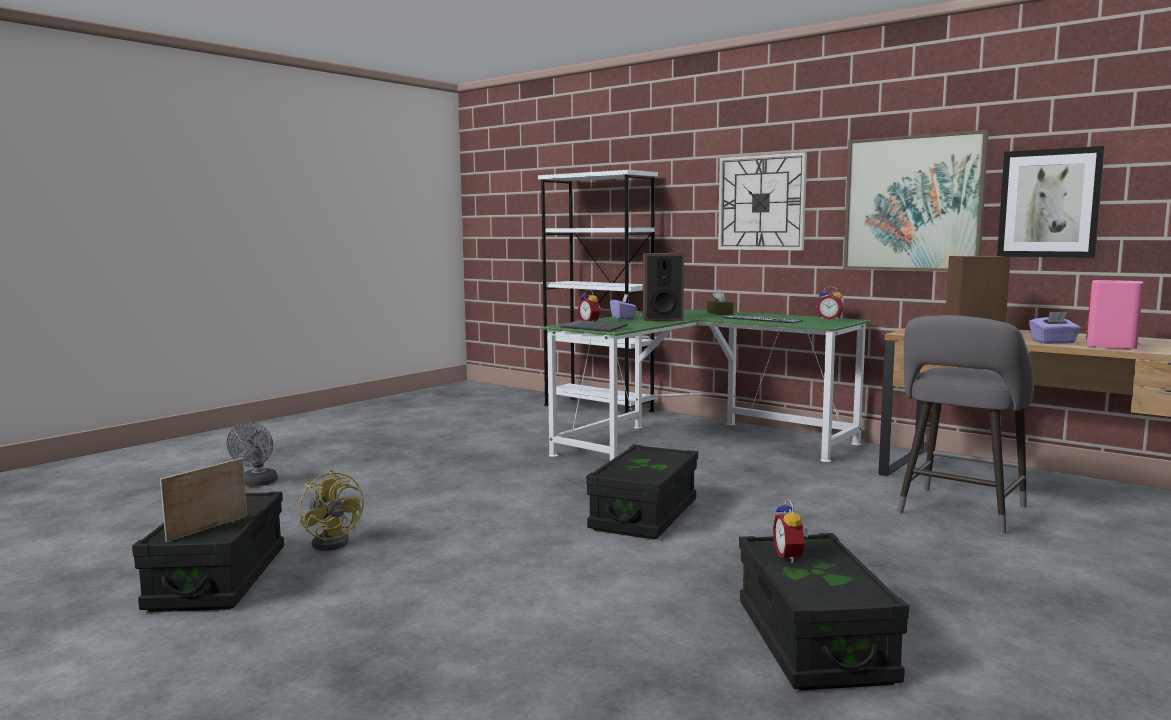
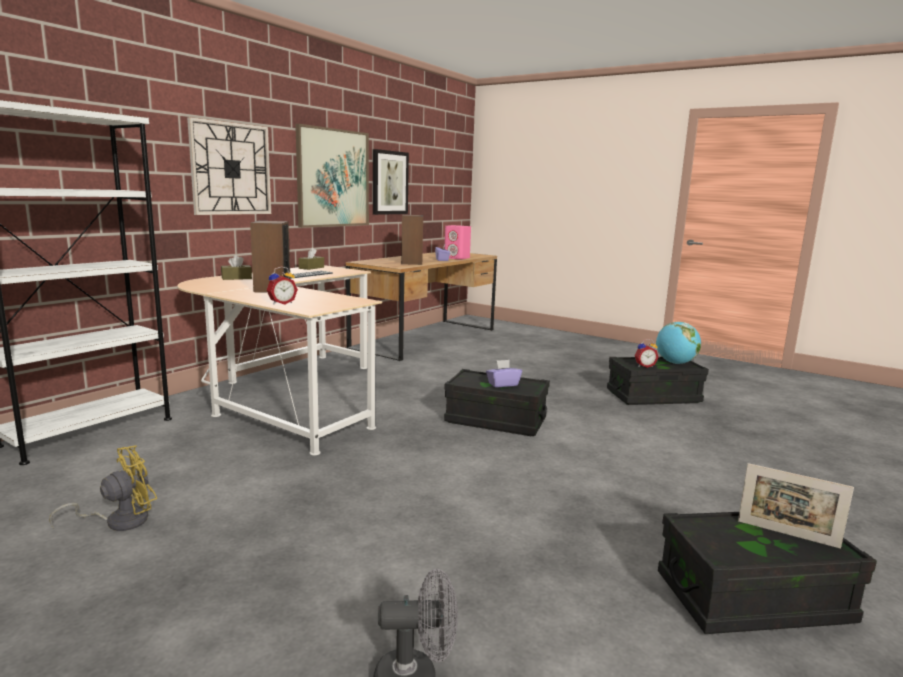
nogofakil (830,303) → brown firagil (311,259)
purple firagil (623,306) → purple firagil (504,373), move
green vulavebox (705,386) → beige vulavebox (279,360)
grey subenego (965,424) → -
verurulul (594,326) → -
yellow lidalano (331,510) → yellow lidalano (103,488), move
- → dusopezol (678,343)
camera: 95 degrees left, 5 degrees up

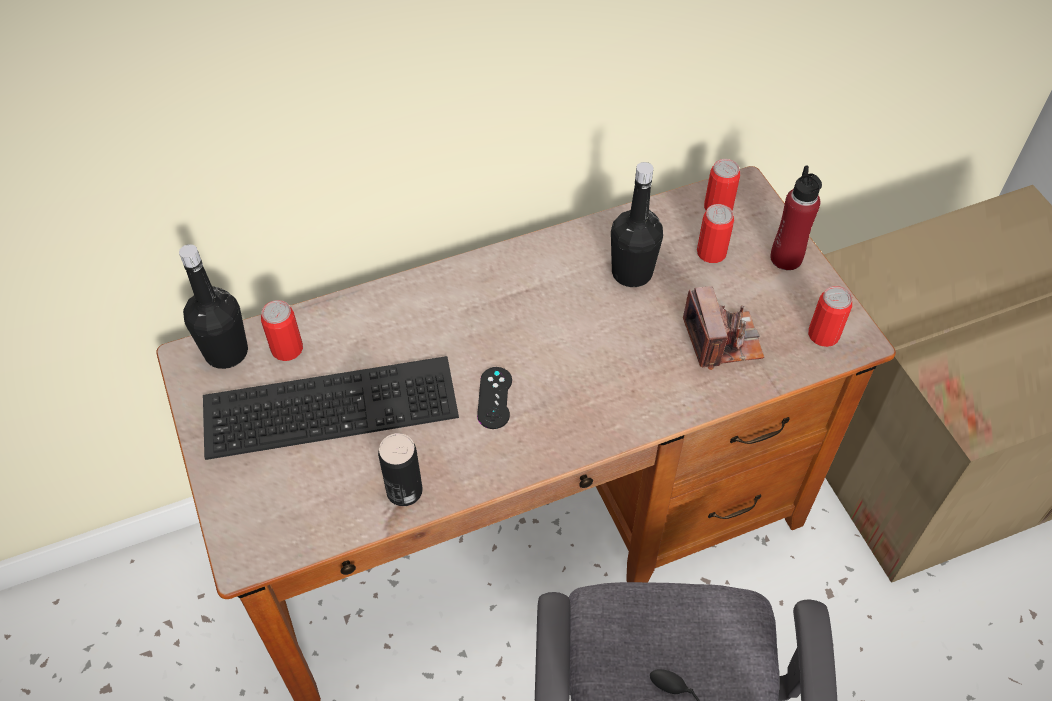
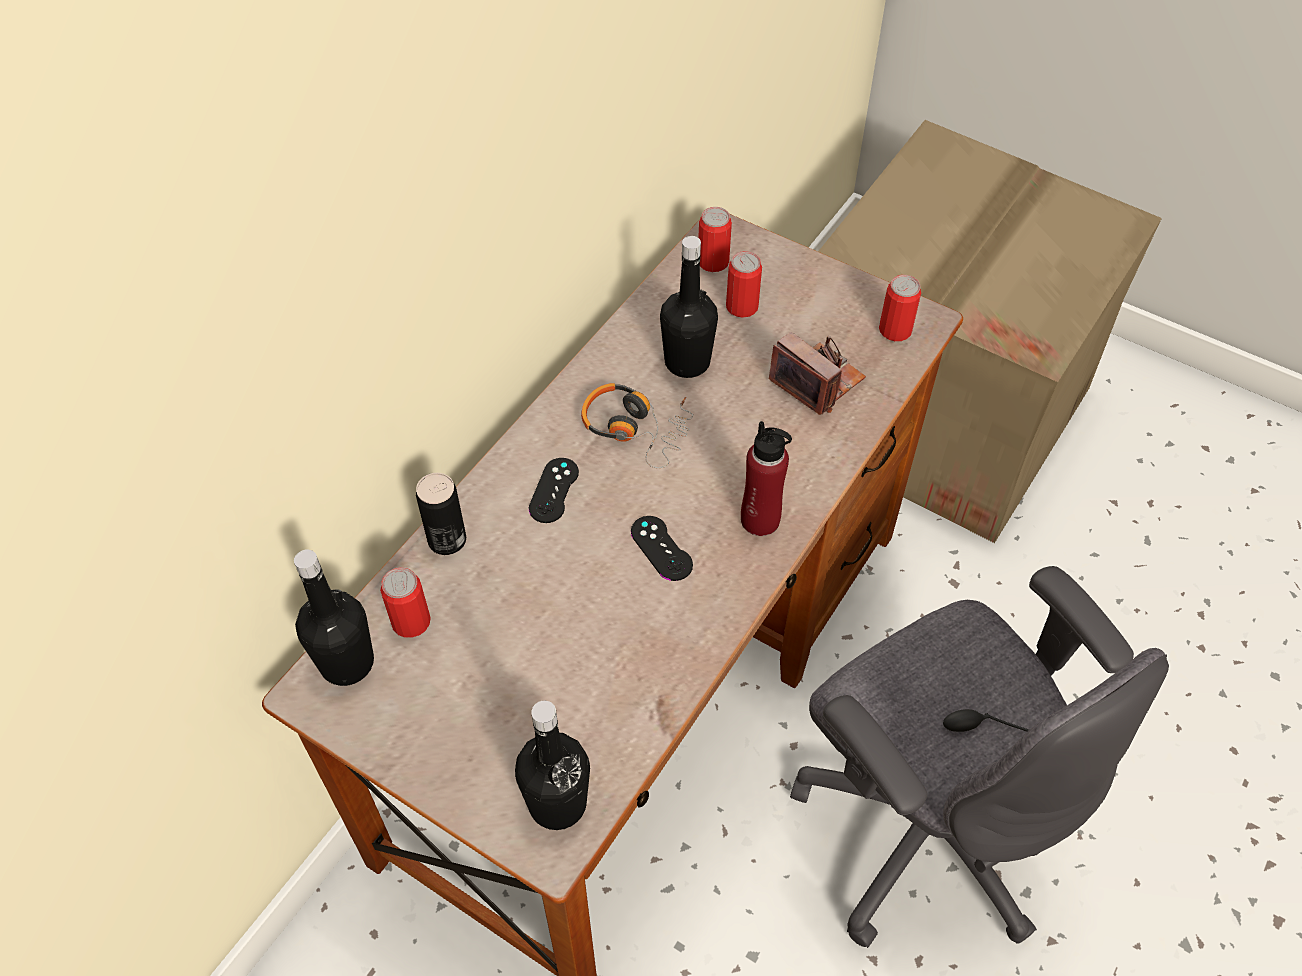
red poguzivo (796,217) → red poguzivo (766,478), move
verurulul (331,408) → -
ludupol (400,469) → ludupol (441,514), move
- → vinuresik (637,425)
- → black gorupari (554,490)
- → black poguzivo (552,765)
camera: 35 degrees left, 0 degrees up

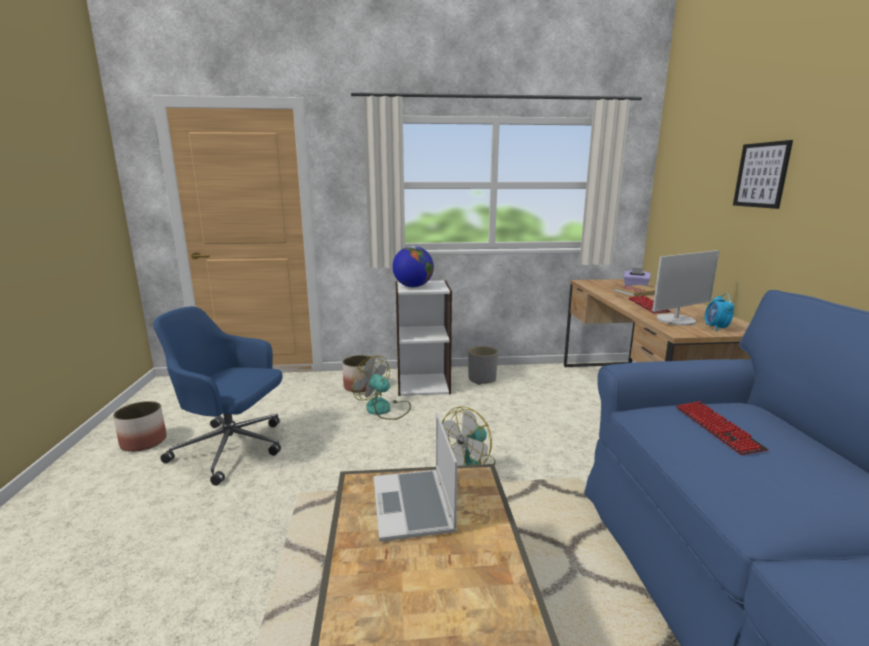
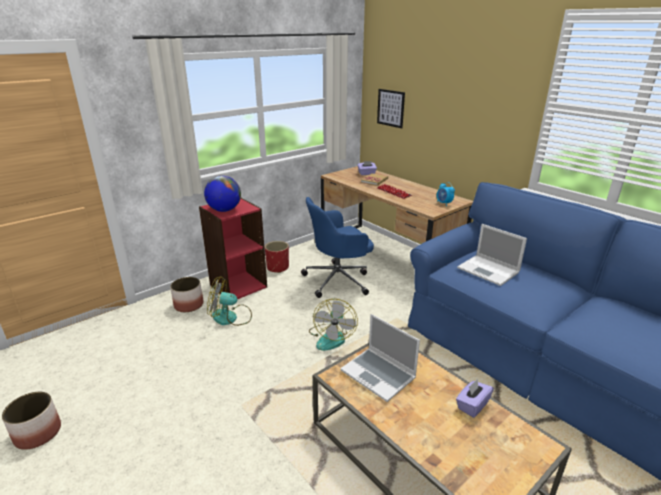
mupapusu (763,174) → mupapusu (391,108), move
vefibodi (686,288) → -
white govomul (423,338) → red govomul (233,248)
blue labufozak (217,396) → blue labufozak (337,247), move
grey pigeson (483,365) → red pigeson (277,257)
verurulul (722,428) → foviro (492,255)
- → purple firagil (475,398)
camera: 35 degrees left, 10 degrees up

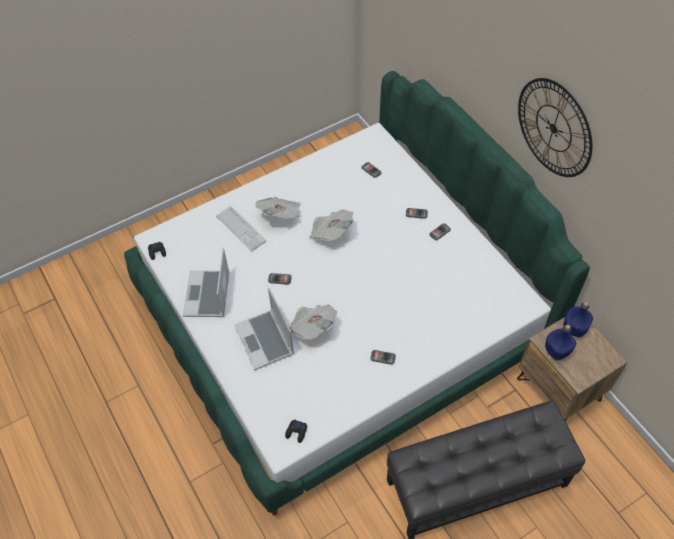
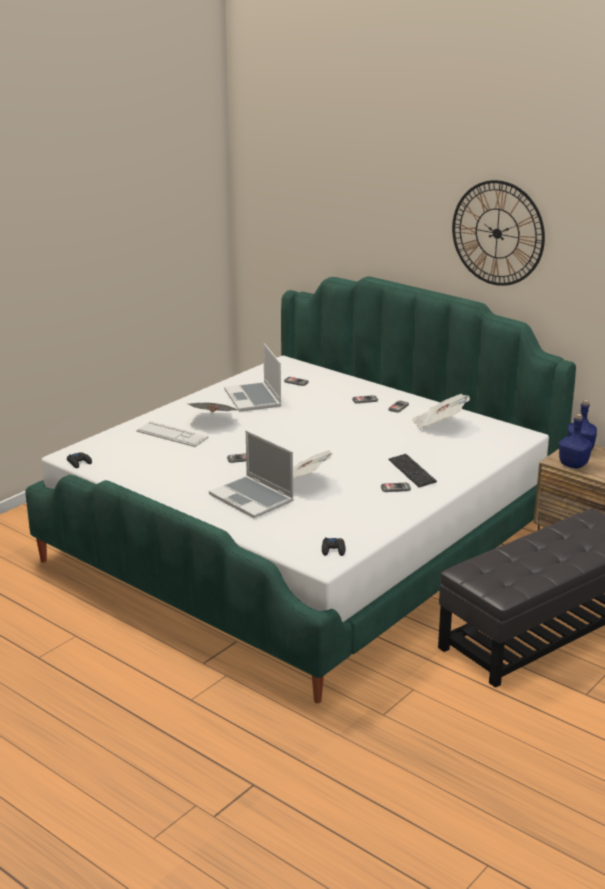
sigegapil (331,225) → sigegapil (441,411), move
foviro (206,282) → foviro (252,377), move
- → verurulul (413,470)
camera: 20 degrees left, 30 degrees down

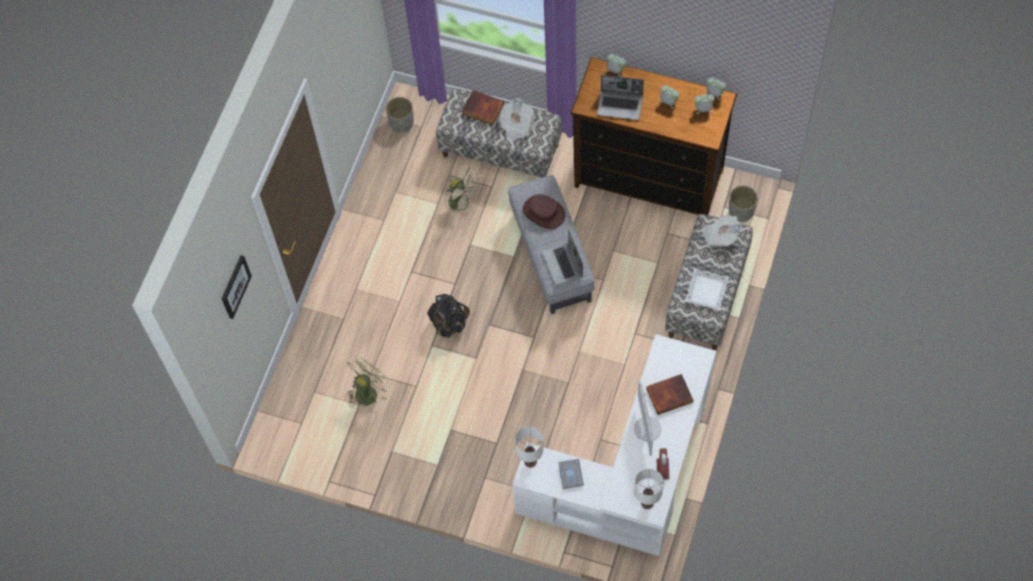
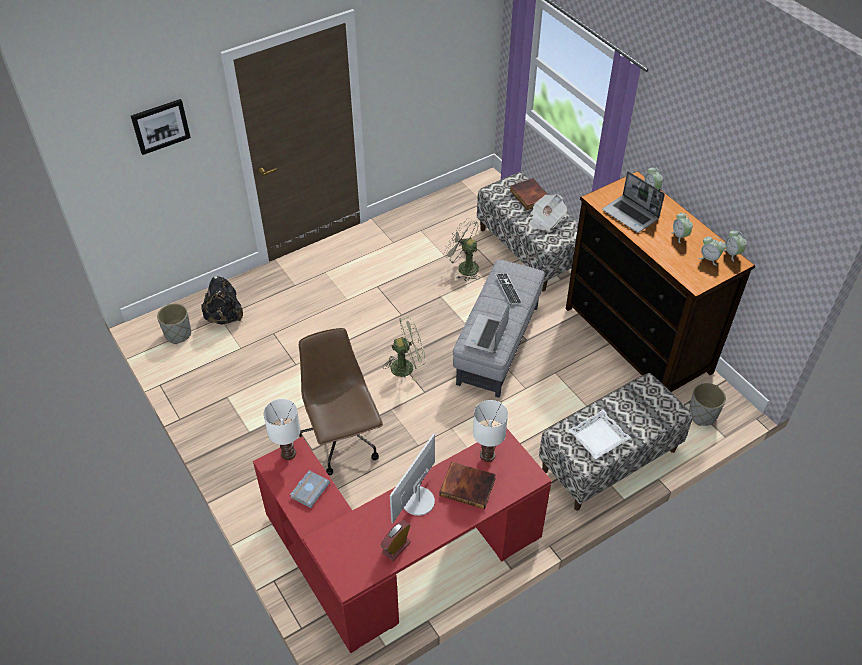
grey pigeson (400,115) → grey pigeson (174,323), move
beige lidalano (464,193) → beige lidalano (461,249), 135 degrees clockwise
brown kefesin (544,211) → verurulul (508,289)
sigegapil (722,231) → -
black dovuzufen (448,316) → black dovuzufen (222,300), move
white vulavebox (614,445) → red vulavebox (402,540)
green lidalano (369,381) → green lidalano (404,349), move
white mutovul (649,489) → white mutovul (490,431), move
- → brown labufozak (341,401)
camera: 35 degrees right, 15 degrees down

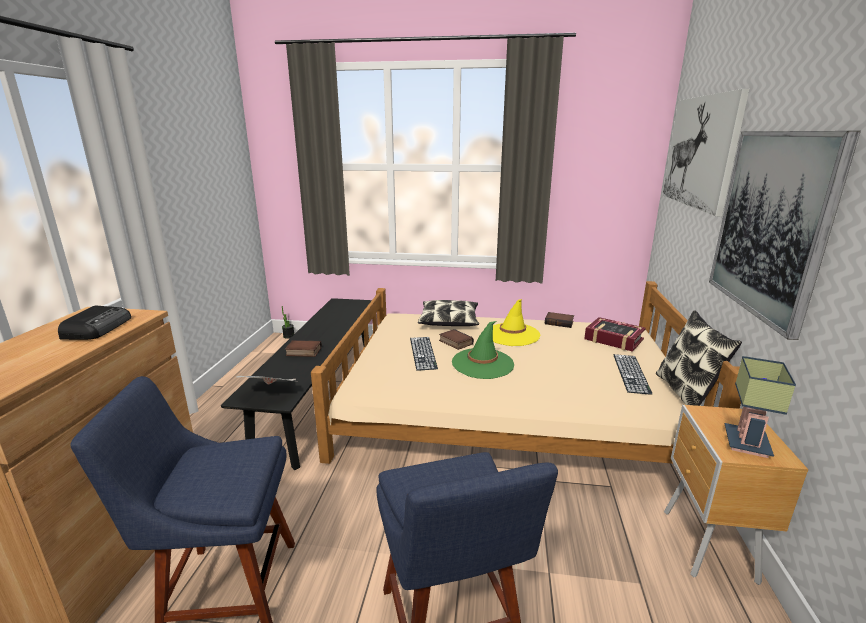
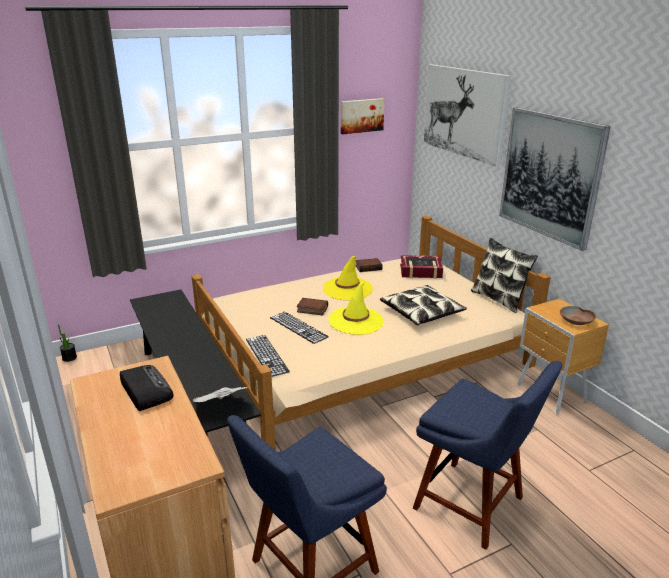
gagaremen (448,313) → gagaremen (423,305), move
green kefesin (483,350) → yellow kefesin (356,308)
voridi (303,348) → -
verurulul (633,374) → verurulul (268,356), move
mutovul (760,407) → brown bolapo (578,315)
- → mupapusu (362,116)
camera: 35 degrees left, 5 degrees up

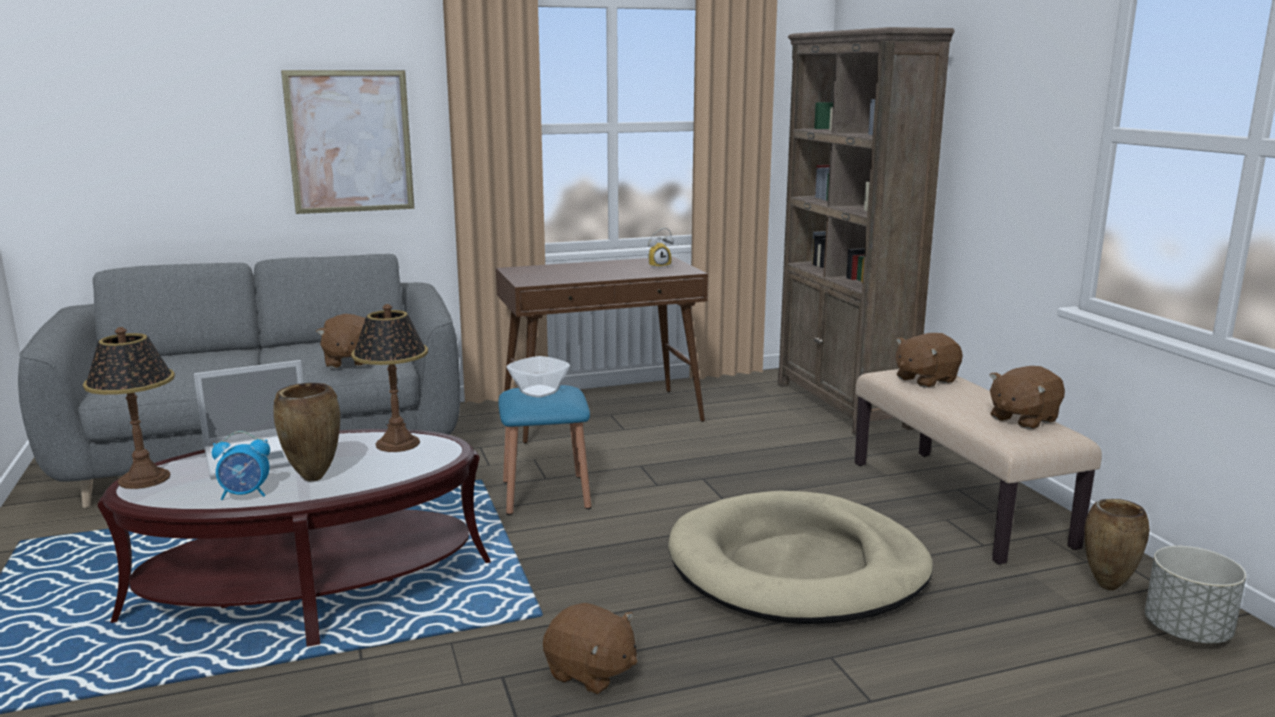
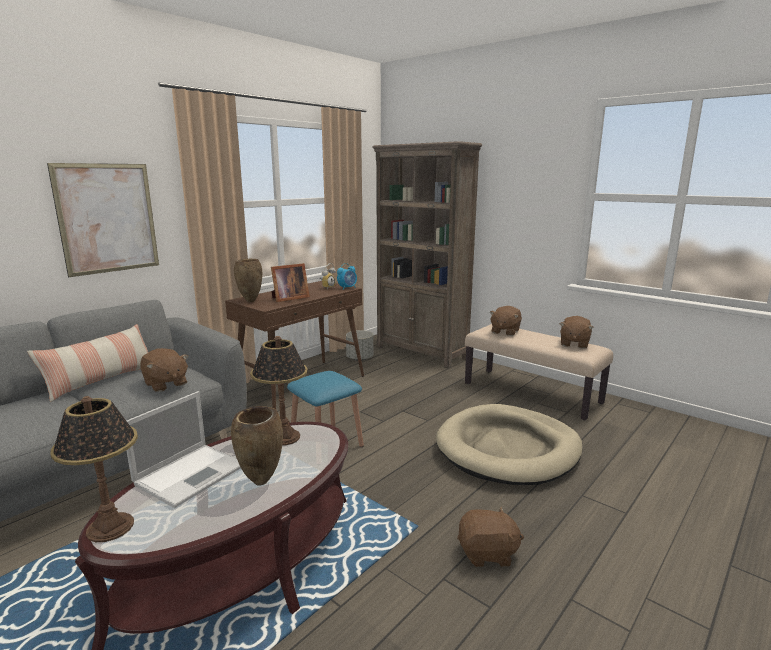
bolapo (538,377) → -
nogofakil (241,465) → nogofakil (347,276), move
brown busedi (1117,544) → brown busedi (248,280), move
grey pigeson (1195,594) → grey pigeson (359,345), move
- → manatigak (290,282)
- → gagaremen (87,363)
camera: 30 degrees left, 0 degrees up

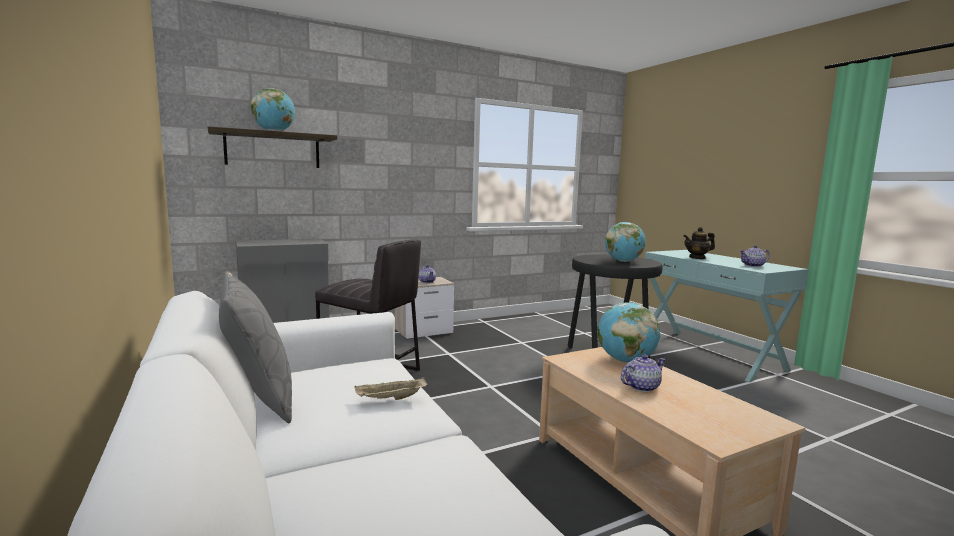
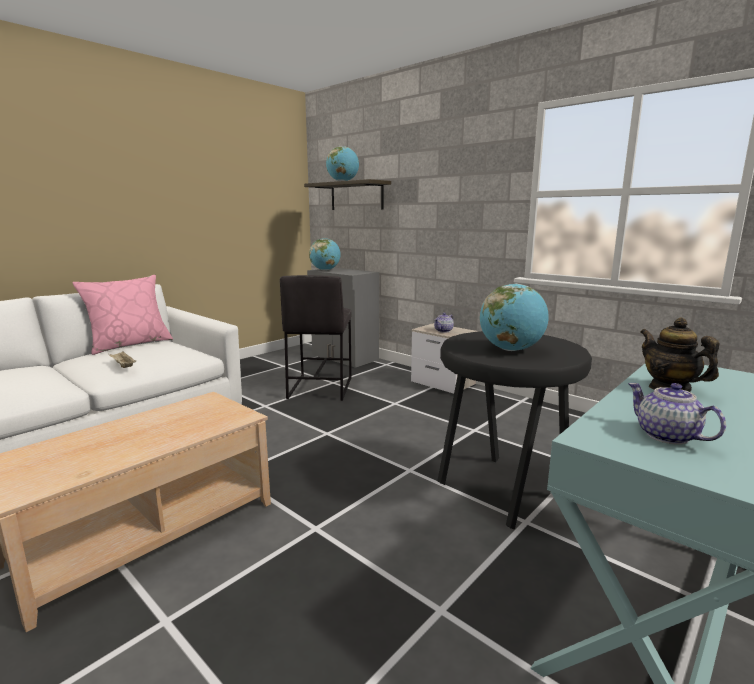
grey gagaremen (255,347) → pink gagaremen (123,315)
dusopezol (629,333) → dusopezol (325,254), move
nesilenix (643,373) → -
camera: 70 degrees right, 5 degrees up

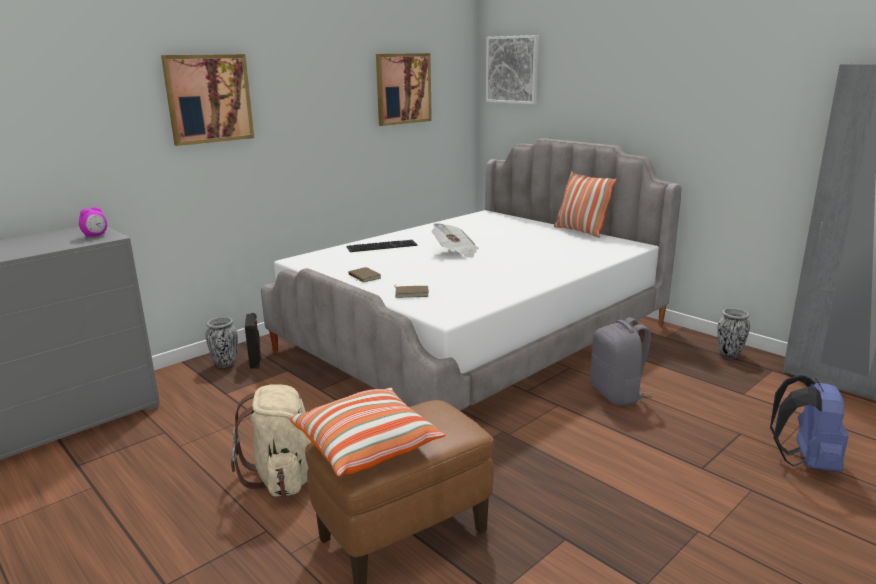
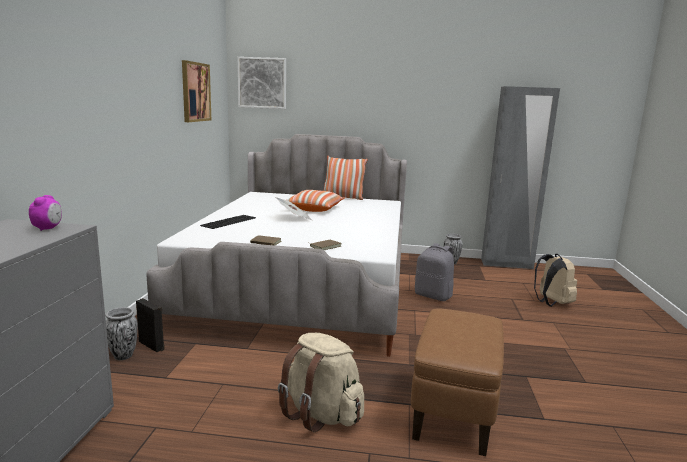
mupapusu (207,100) → -
blue dovuzufen (809,423) → beige dovuzufen (555,280)
gagaremen (368,432) → gagaremen (315,201), move
camera: 40 degrees left, 5 degrees down

